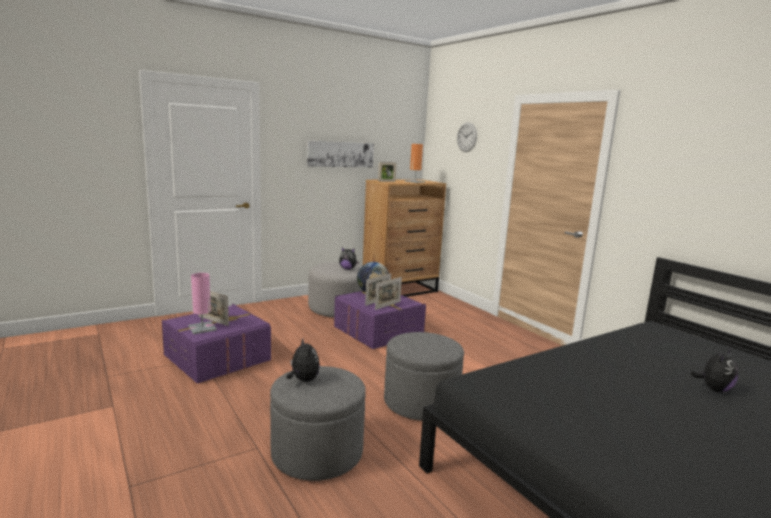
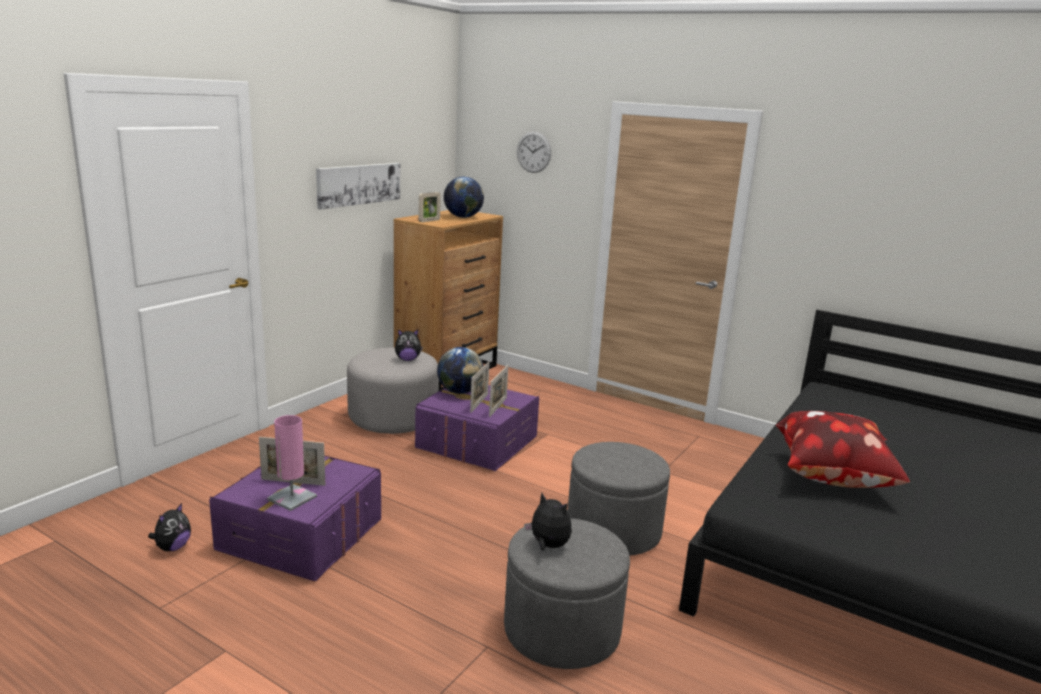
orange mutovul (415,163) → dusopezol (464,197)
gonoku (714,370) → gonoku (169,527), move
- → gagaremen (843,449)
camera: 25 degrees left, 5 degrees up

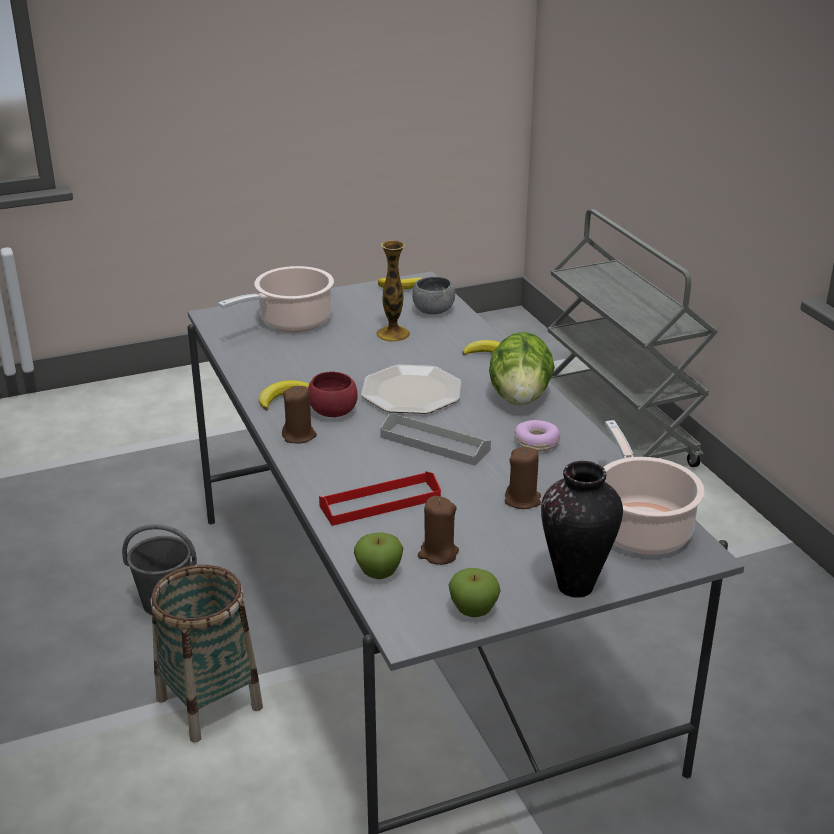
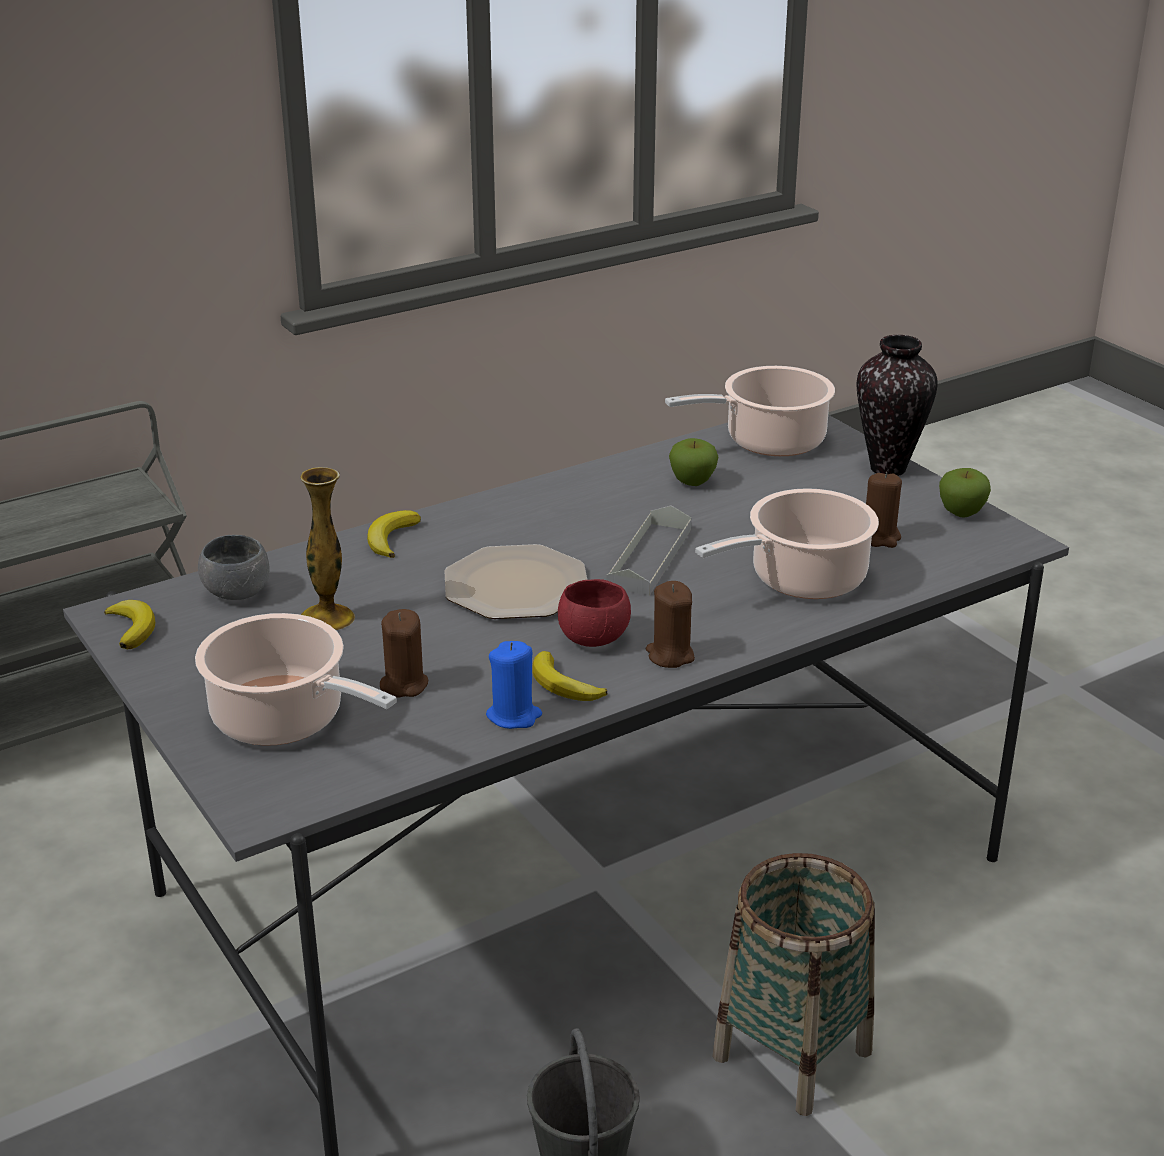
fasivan (522,368) → -
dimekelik (537,435) → -
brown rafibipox (523,478) → brown rafibipox (404,653), move
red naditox (380,498) → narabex (787,543)
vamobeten (378,556) → vamobeten (694,462), move
- → blue rafibipox (514,685)
camera: 100 degrees left, 0 degrees up

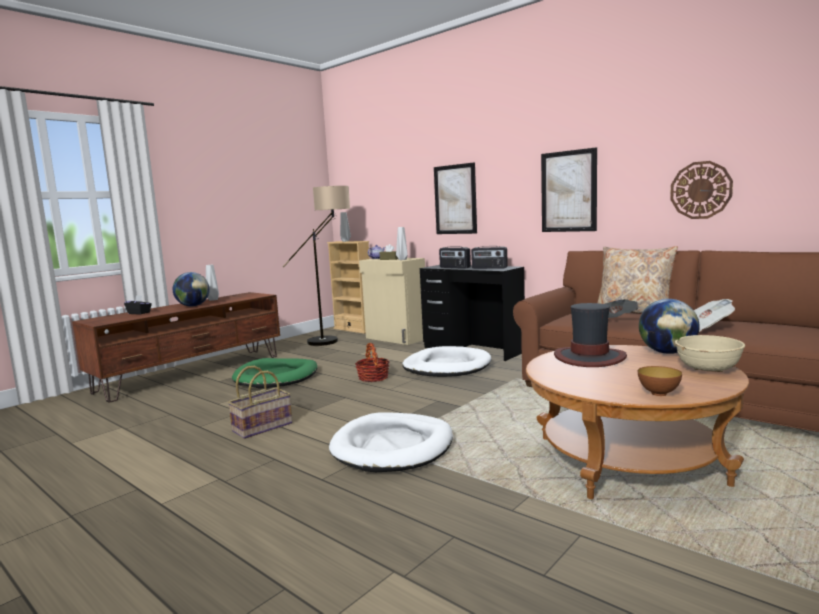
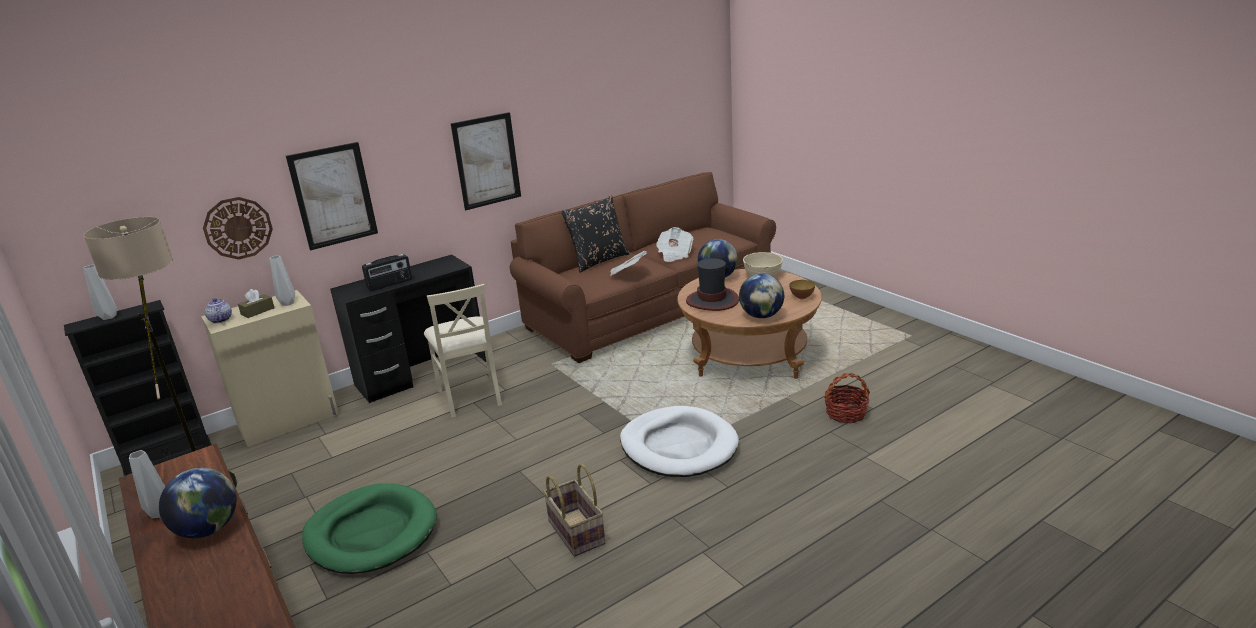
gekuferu (701,190) → gekuferu (238,228), move
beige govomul (348,287) → black govomul (138,388)
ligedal (489,257) → -
beige gagaremen (637,279) → black gagaremen (595,233)
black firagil (138,305) → -
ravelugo (372,362) → ravelugo (847,398), move
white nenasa (447,361) → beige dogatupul (463,351)
- → dusopezol (761,296)
camera: 75 degrees left, 15 degrees up

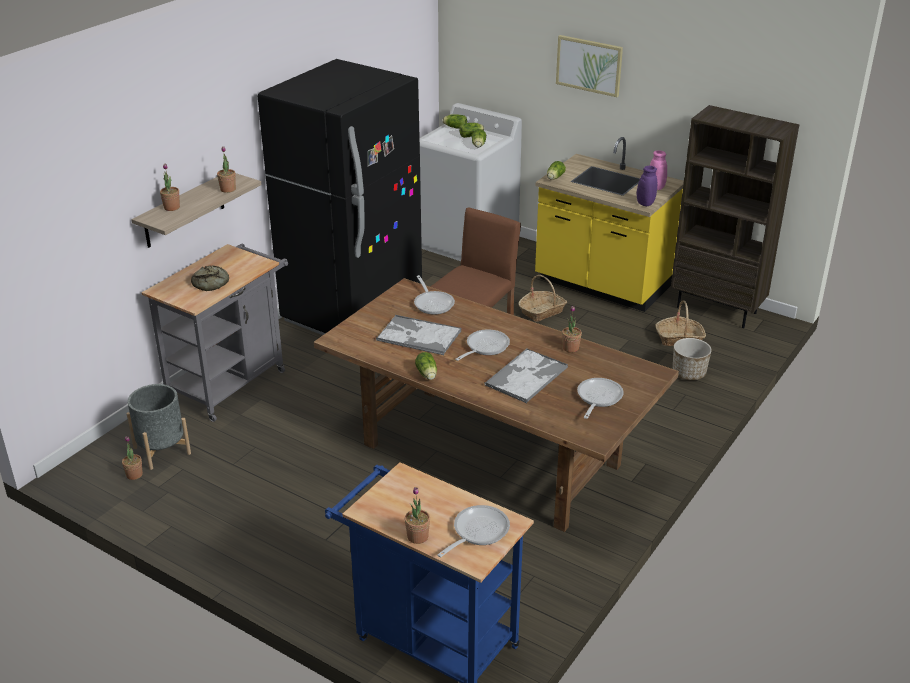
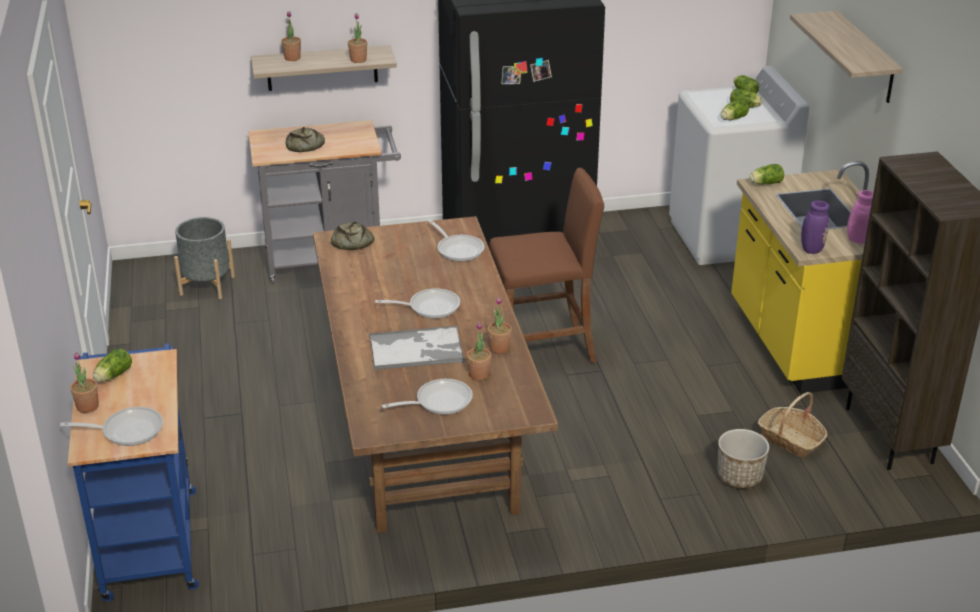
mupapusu (589,66) → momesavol (846,57)
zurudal (434,294) → zurudal (456,240), 60 degrees counterclockwise
ravelugo (542,298) → -
naditox (418,335) → -
fasivan (426,366) → fasivan (112,365), move
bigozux (132,458) → bigozux (479,351), move
- → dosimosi (352,236)
camera: 45 degrees right, 0 degrees up

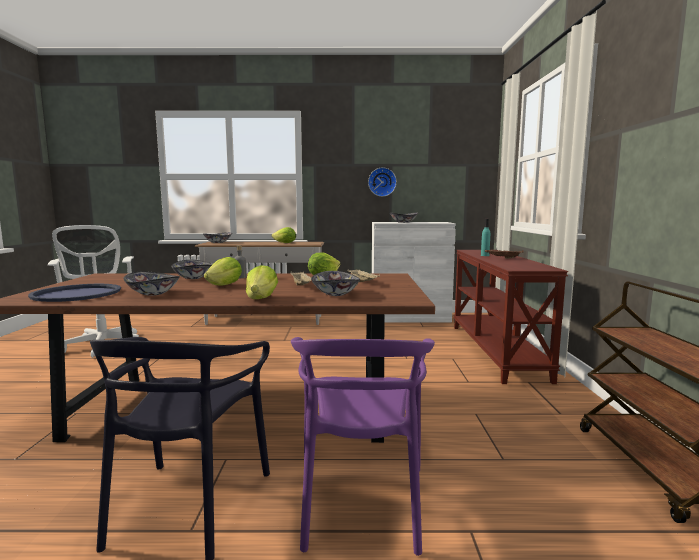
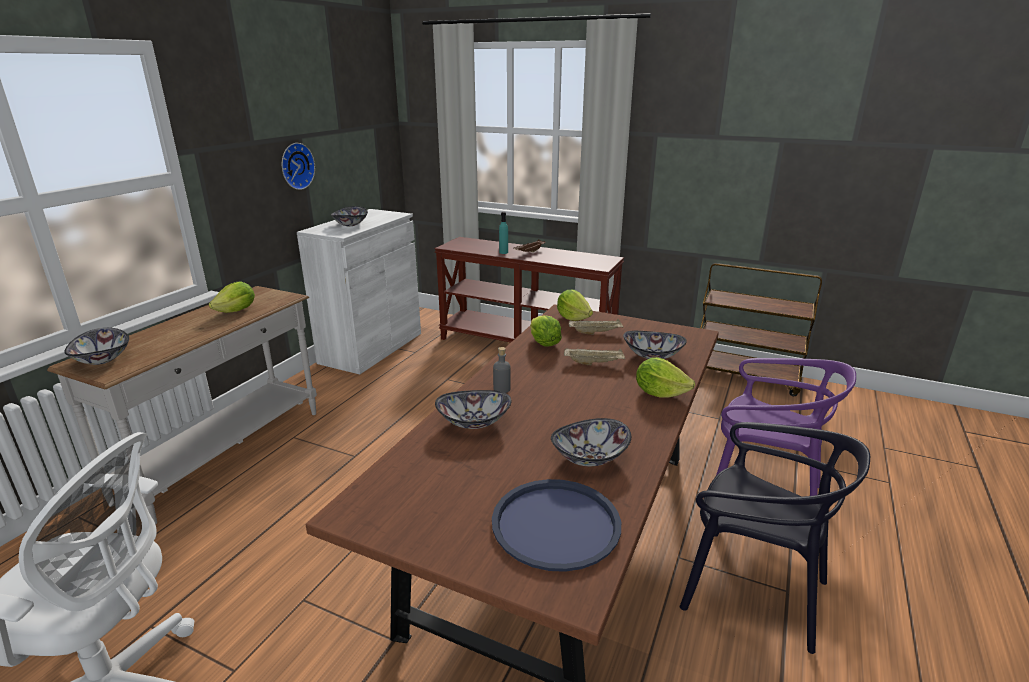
fasivan (223,271) → fasivan (575,305), move
camera: 65 degrees left, 15 degrees up

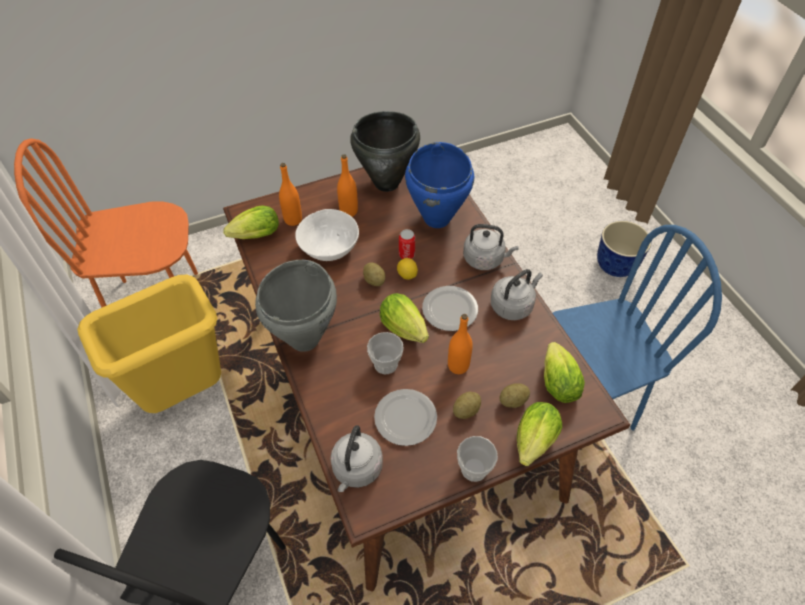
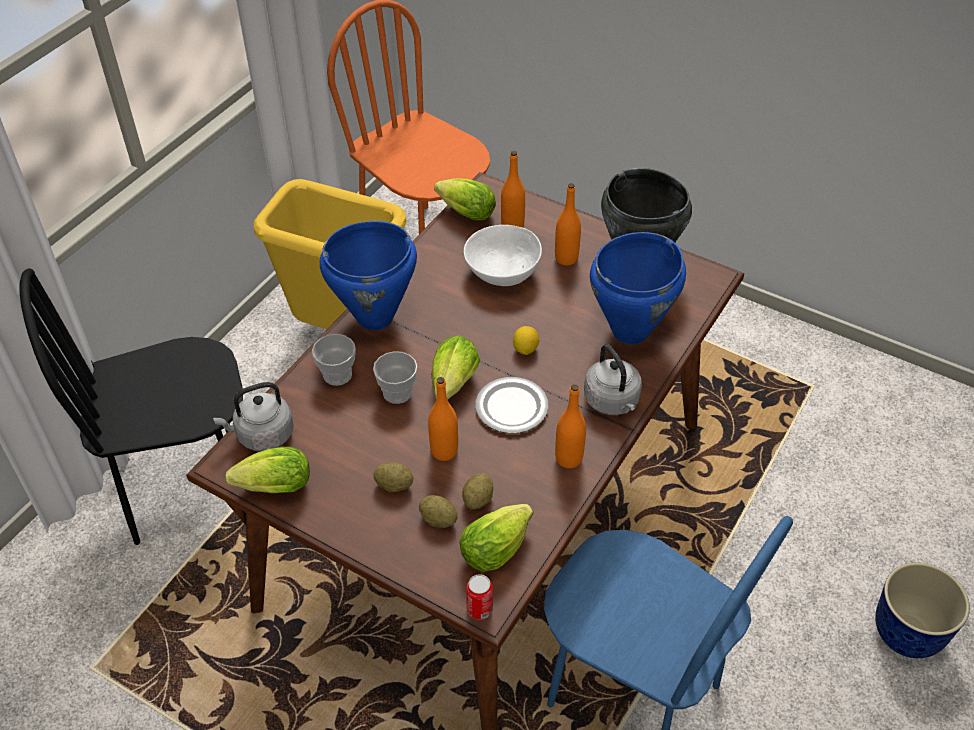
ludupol (407,244) → ludupol (479,597), move
grey narabex (296,306) → blue narabex (368,275)
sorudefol (374,274) → sorudefol (477,491), move
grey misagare (517,294) → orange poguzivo (570,426)
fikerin (405,417) → -
fasivan (539,434) → fasivan (267,470), move
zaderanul (477,459) → zaderanul (334,360), move
camera: 55 degrees right, 5 degrees down

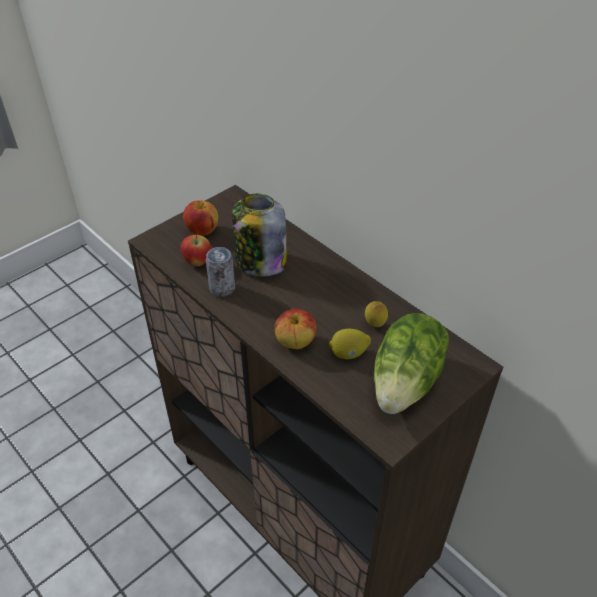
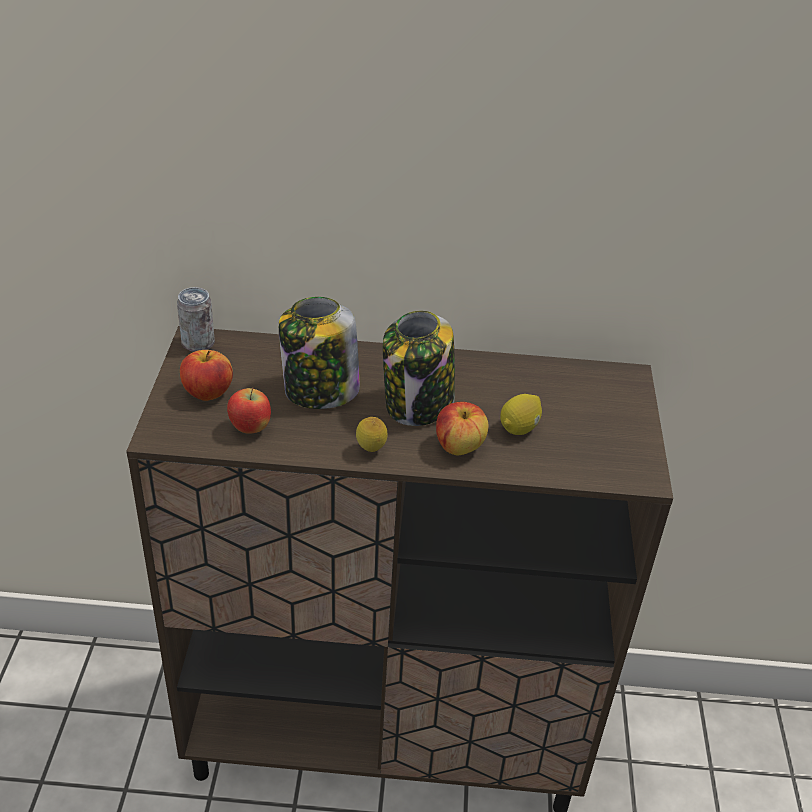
ludupol (220,272) → ludupol (196,319), move
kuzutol (376,314) → kuzutol (371,434), move
fasivan (411,363) → -
- → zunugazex (419,368)
camera: 45 degrees left, 5 degrees down

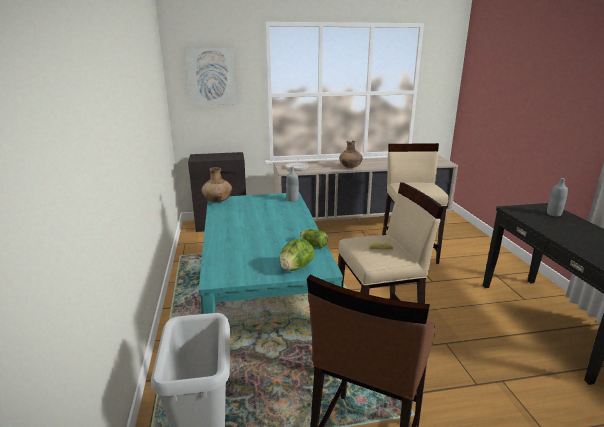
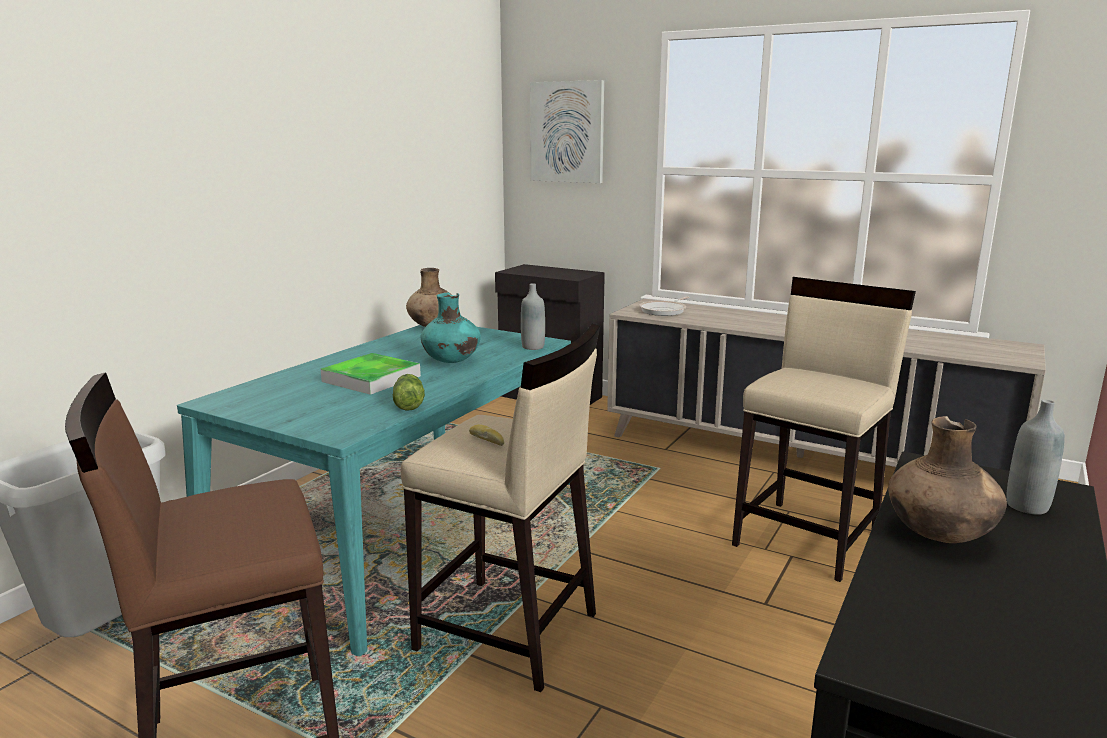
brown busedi (351,154) → brown busedi (947,479), move
fasivan (297,255) → -
- → turquoise busedi (451,327)
- → naditox (371,374)
camera: 40 degrees right, 5 degrees down

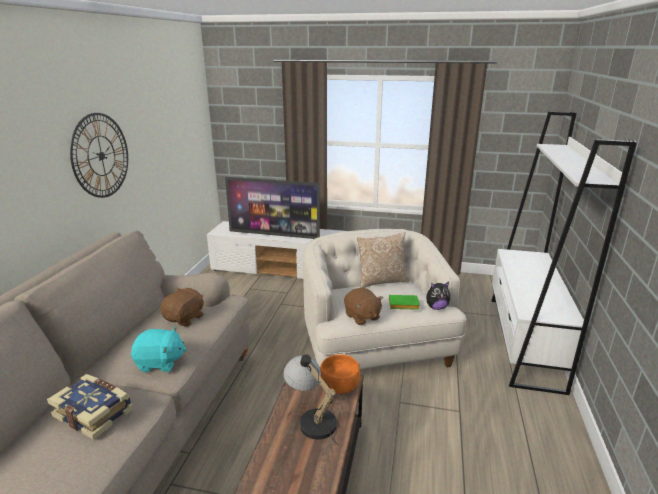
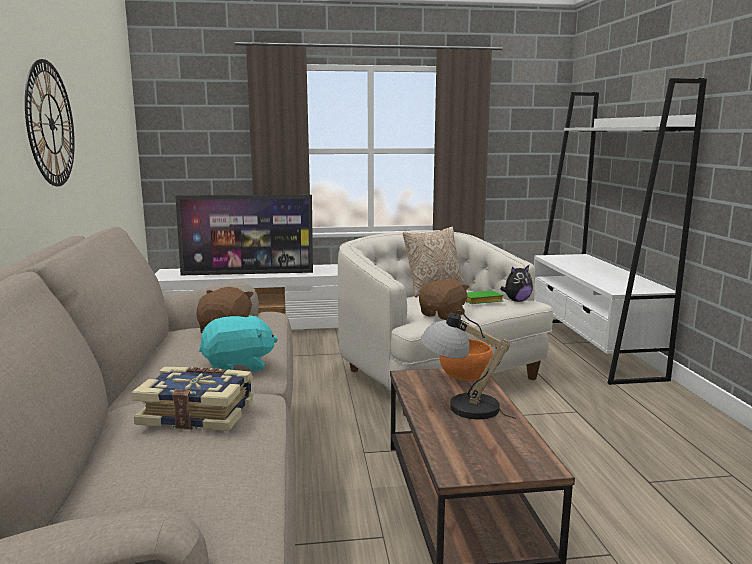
brown gonoku (363,306) → brown gonoku (444,299), 90 degrees counterclockwise
camera: 20 degrees left, 10 degrees down

